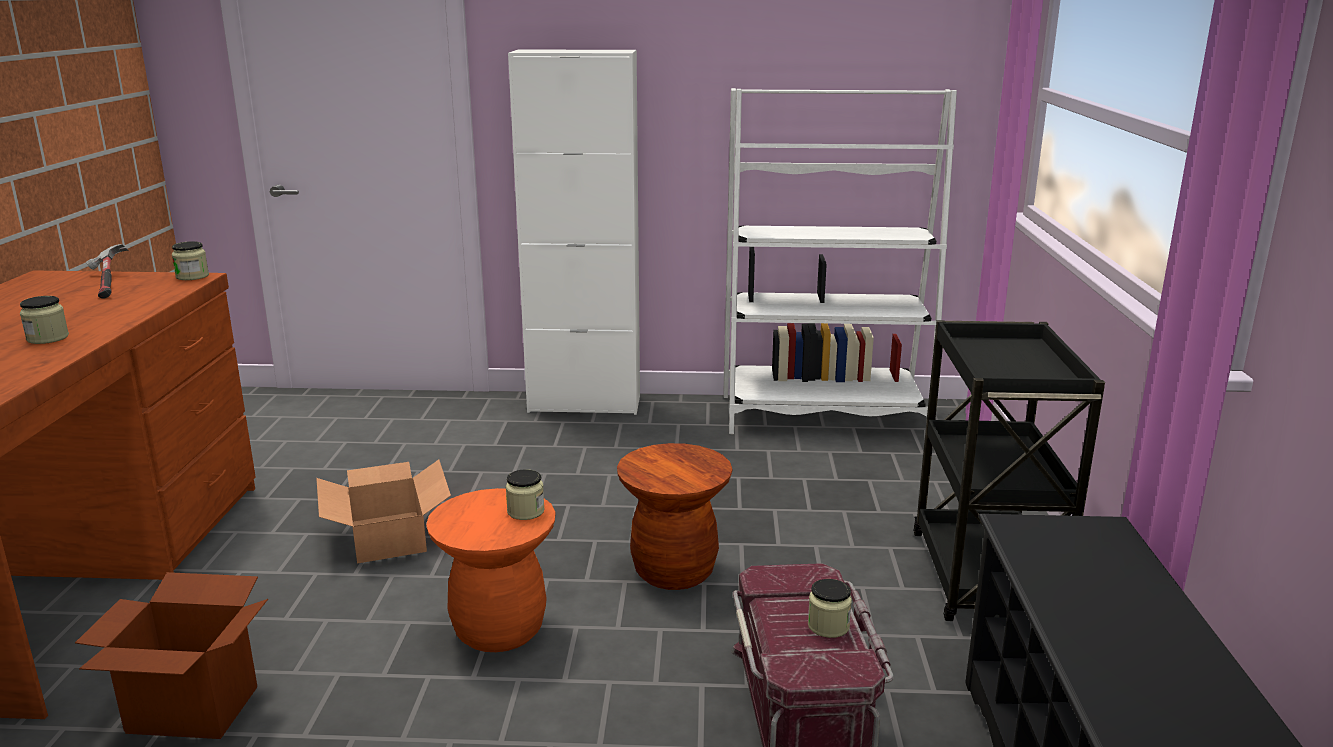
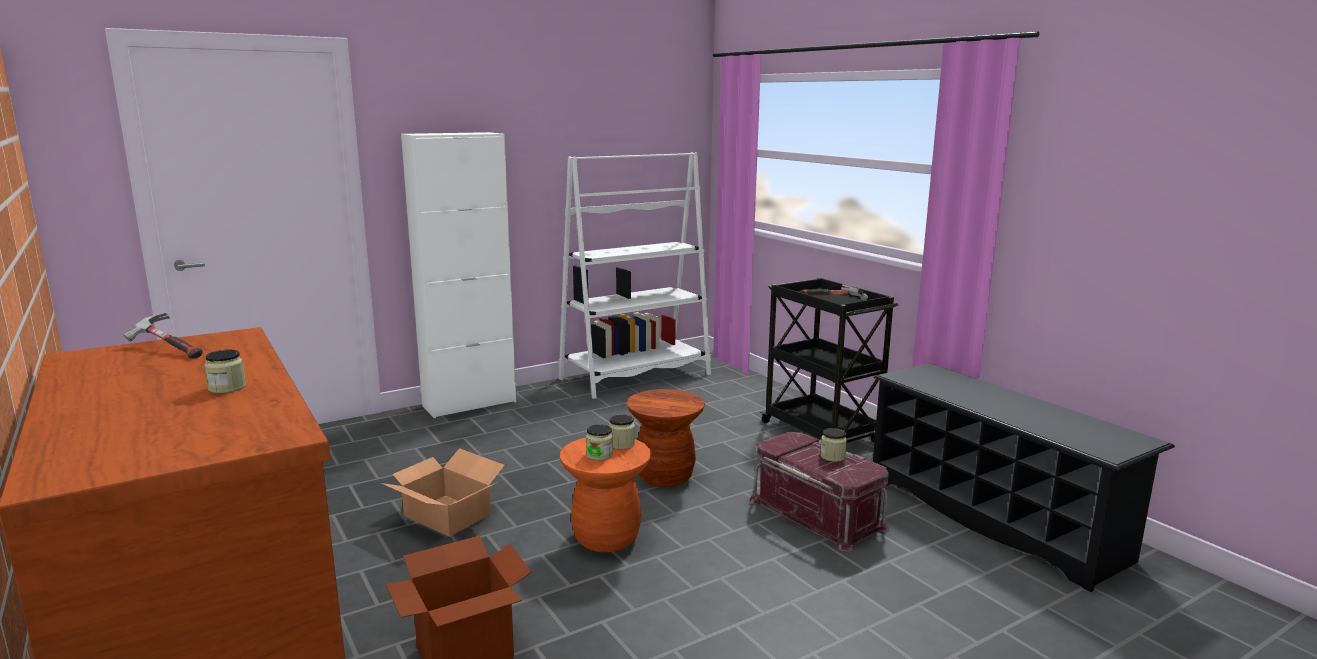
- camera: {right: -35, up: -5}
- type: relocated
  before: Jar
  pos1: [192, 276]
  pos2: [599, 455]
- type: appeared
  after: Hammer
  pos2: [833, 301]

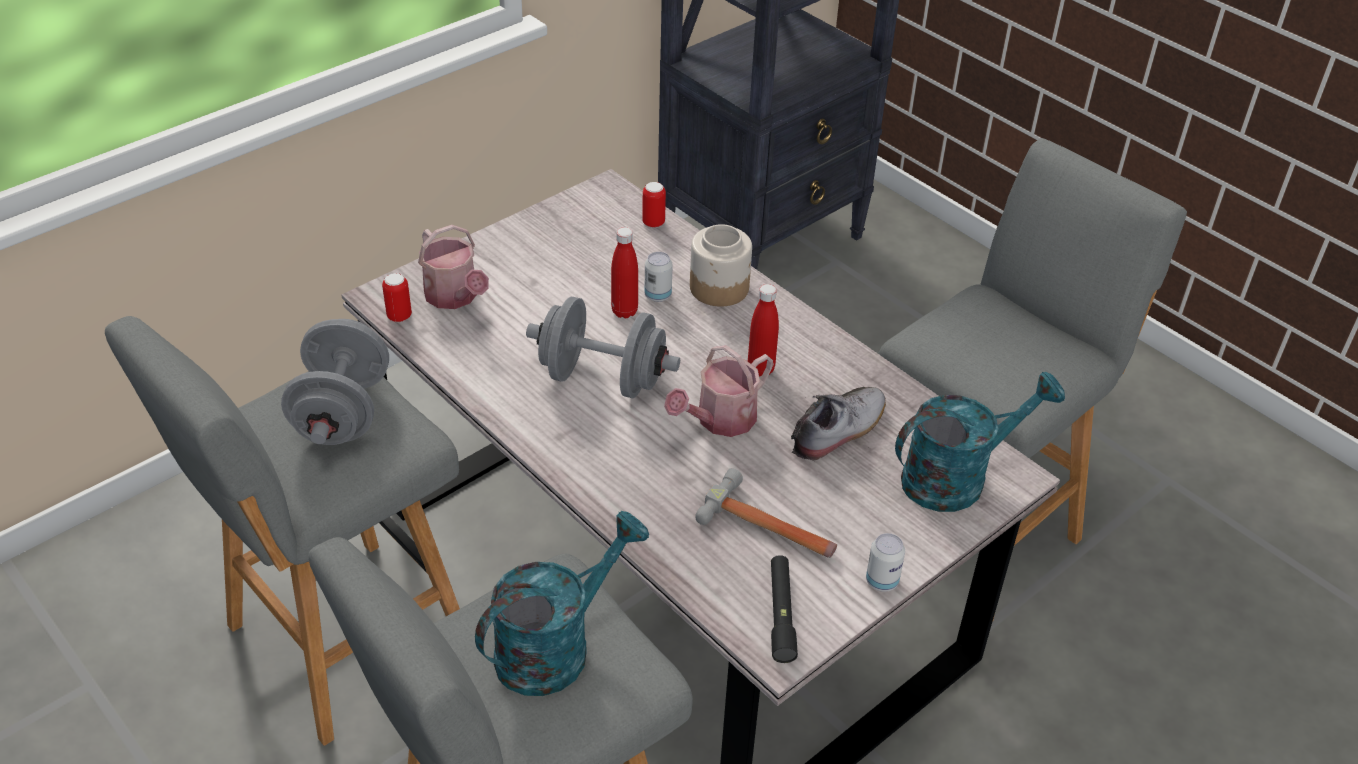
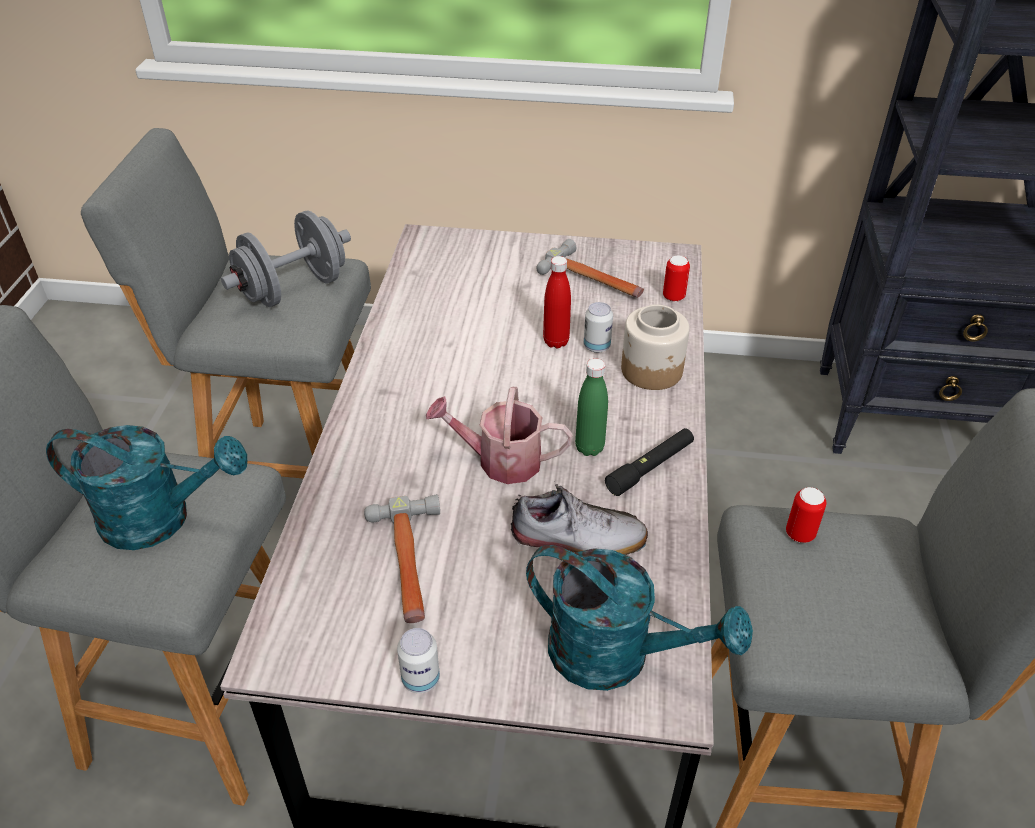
- camera: {right: 50, up: 0}
- type: relocated
  before: Can
  pos1: [399, 316]
  pos2: [800, 534]
- type: missing
  before: WateringCan
  pos1: [455, 297]
- type: missing
  before: GreyDumbbell
  pos1: [603, 378]
- type: colour
  before: RedBottle
  after: GreenBottle
  pos1: [760, 369]
  pos2: [589, 448]
- type: relocated
  before: BlackFlashlight
  pos1: [781, 614]
  pos2: [650, 467]
- type: appeared
  after: Hammer
  pos2: [593, 280]

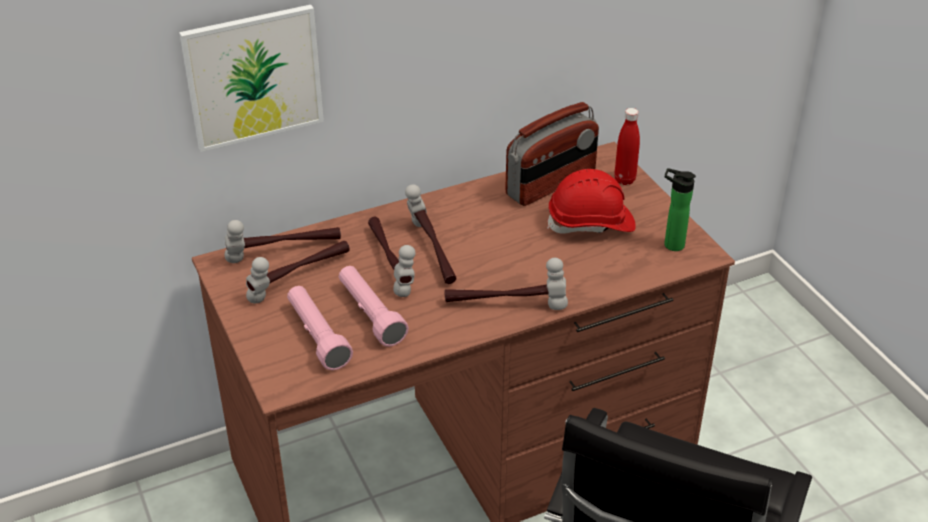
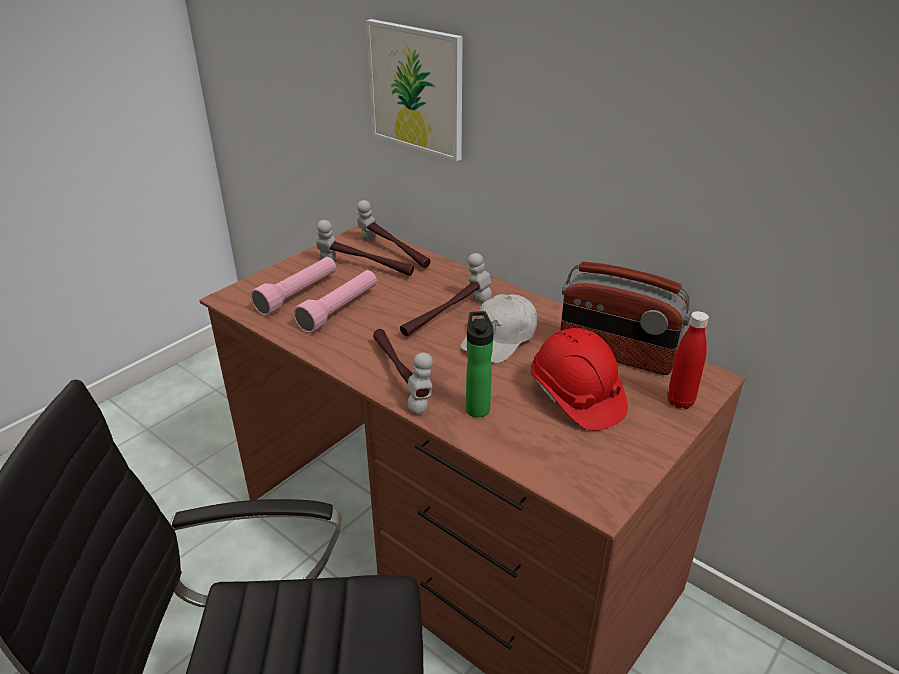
- camera: {right: 65, up: -5}
- type: missing
  before: Hammer
  pos1: [390, 262]
- type: relocated
  before: Bottle
  pos1: [671, 244]
  pos2: [477, 407]
- type: appeared
  after: WhiteCap
  pos2: [500, 339]

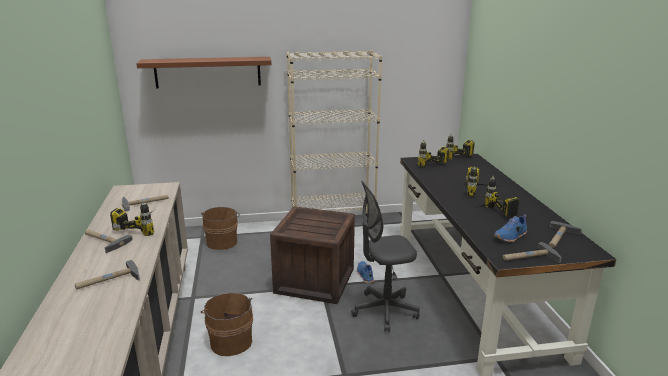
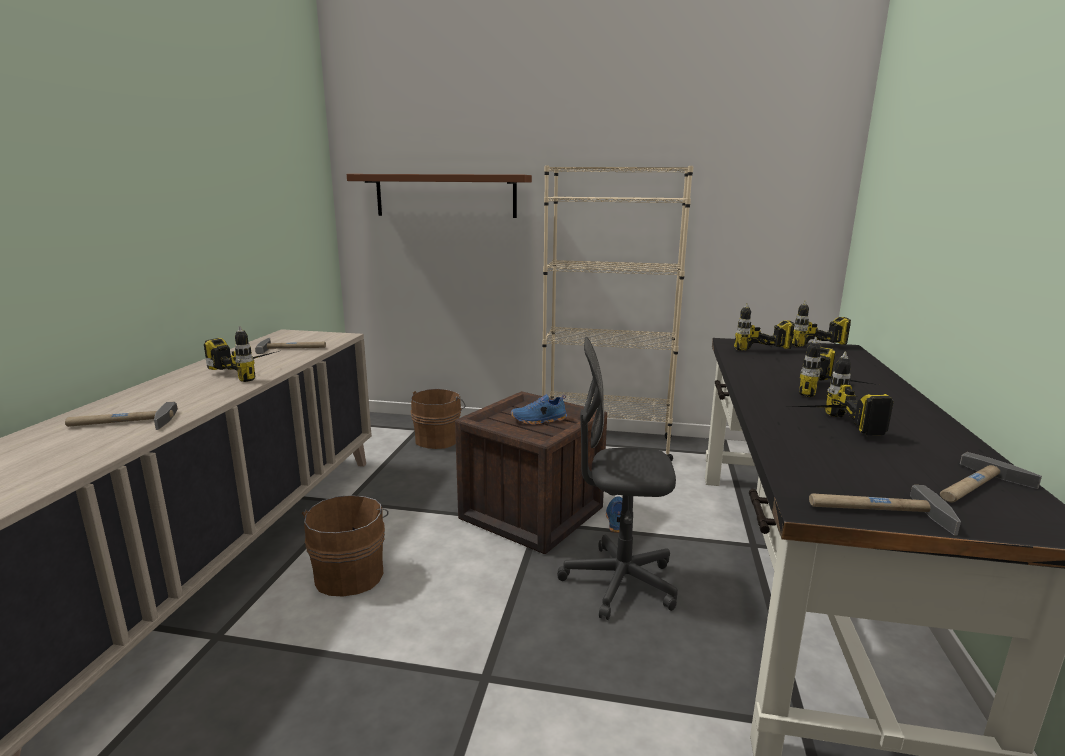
- camera: {right: 20, up: -5}
- type: missing
  before: Hammer
  pos1: [103, 241]
- type: relocated
  before: BlueShoe
  pos1: [511, 237]
  pos2: [539, 420]

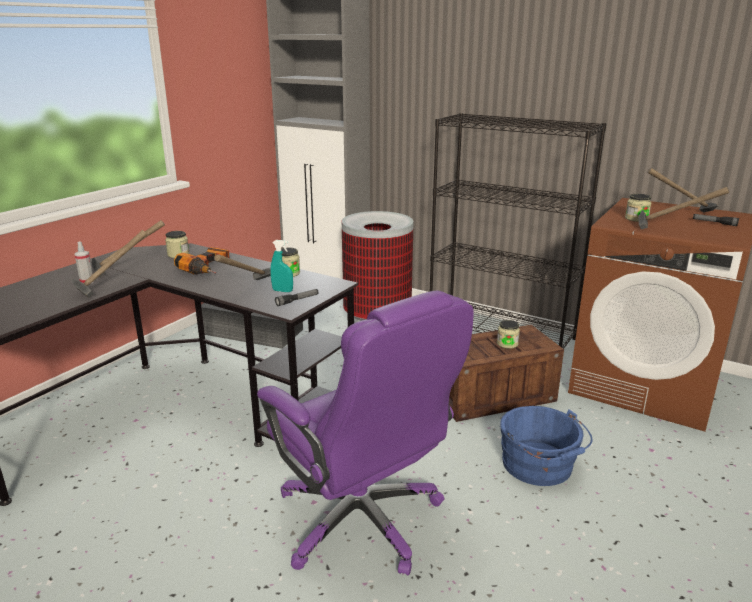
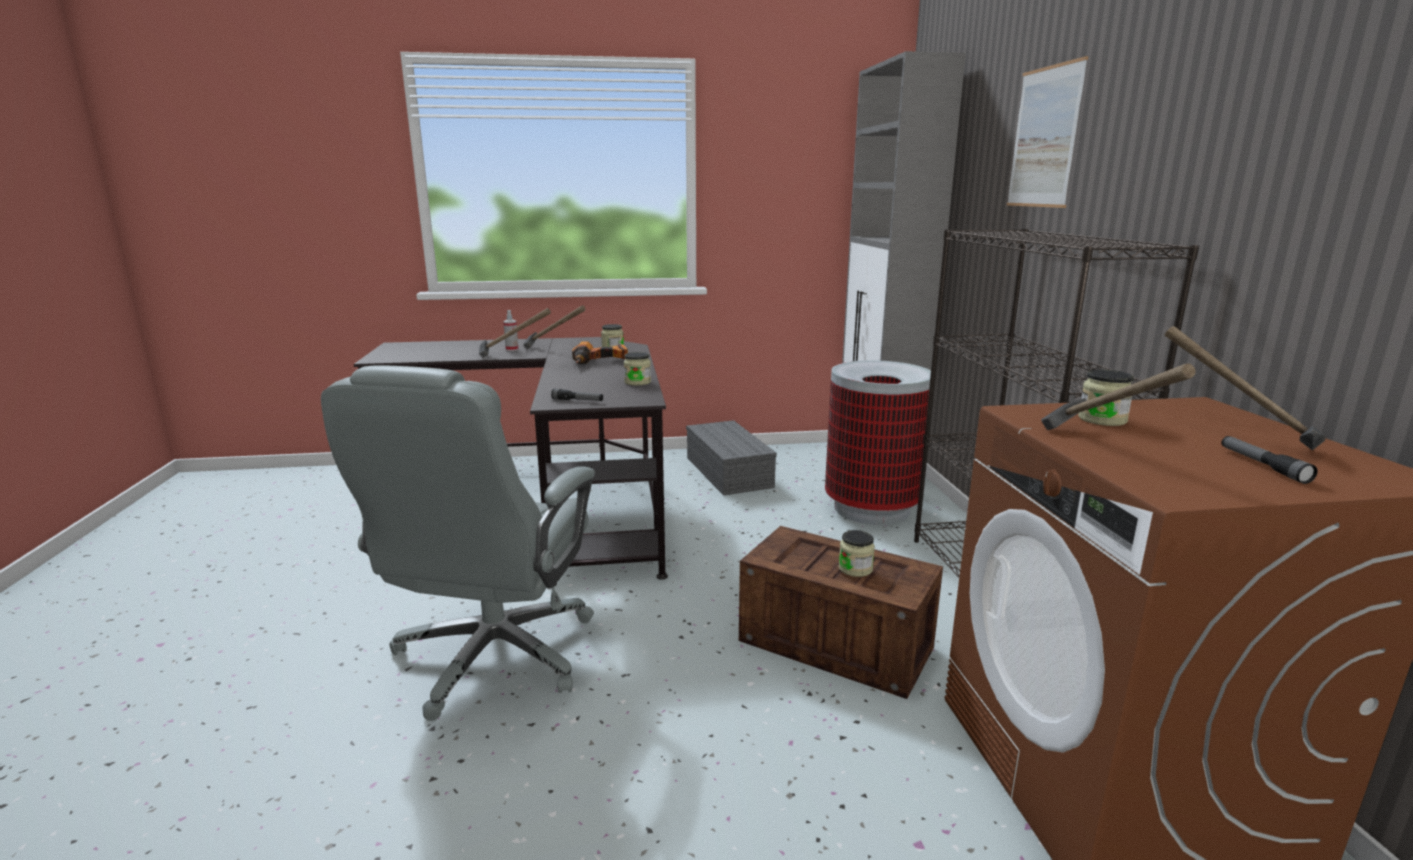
- camera: {right: 50, up: -5}
- type: missing
  before: Hammer
  pos1: [249, 291]
- type: colour
  before: PurpleOfficeChair
  after: GreyOfficeChair
  pos1: [362, 520]
  pos2: [493, 657]
- type: missing
  before: TurquoiseSprayBottle
  pos1: [282, 291]
- type: missing
  before: BlueBucket
  pos1: [540, 466]
- type: appeared
  after: Picture
  pos2: [1044, 137]

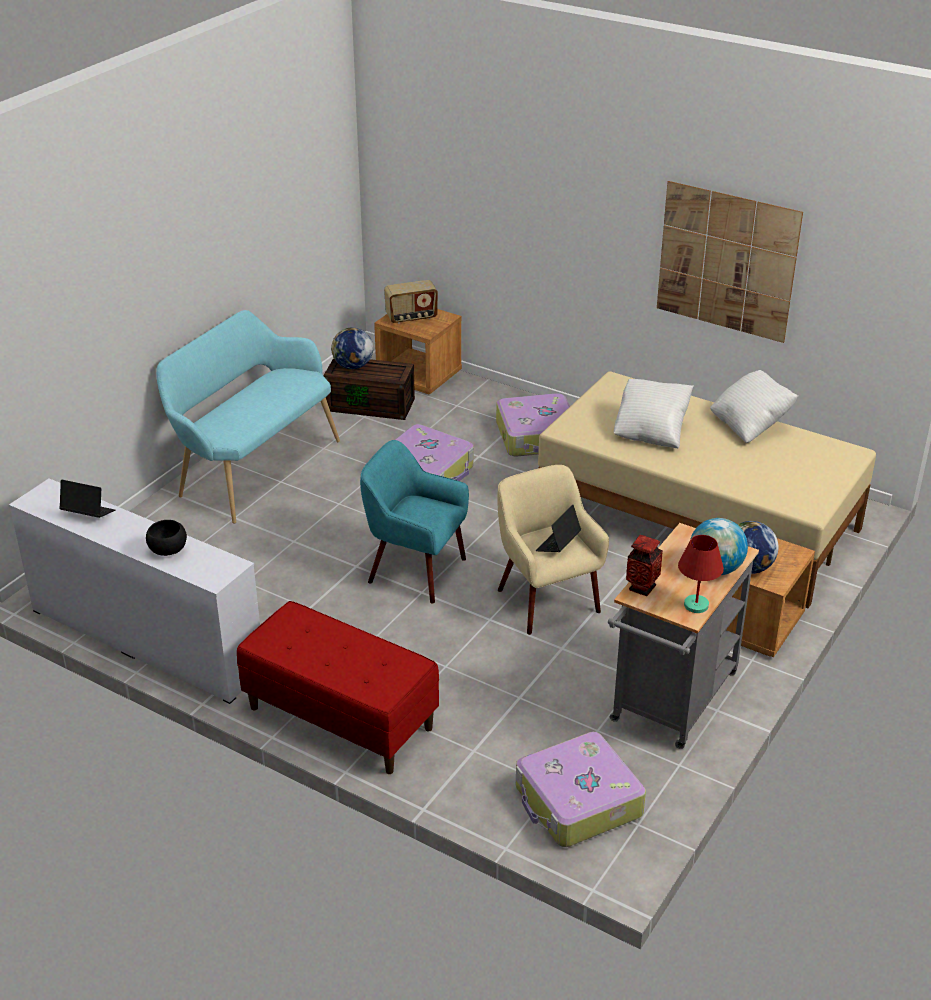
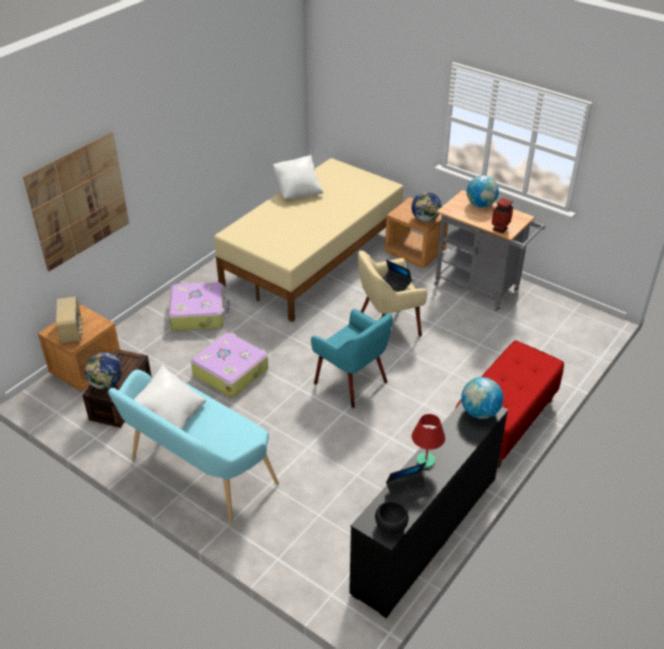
- camera: {right: -85, up: 5}
- type: colour
  before: WhiteDresser
  after: BlackDresser
  pos1: [146, 640]
  pos2: [425, 533]
- type: spun
  before: Laptop
  pos1: [88, 514]
  pos2: [408, 491]
  turn: -135
- type: relocated
  before: BlackBowl
  pos1: [168, 550]
  pos2: [390, 526]
- type: spun
  before: TurquoiseArmchair
  pos1: [415, 570]
  pos2: [352, 382]
  turn: -75
- type: missing
  before: Suitcase
  pos1: [577, 802]
- type: relocated
  before: WhitePillow
  pos1: [651, 433]
  pos2: [171, 416]
- type: relocated
  before: Picture
  pos1: [727, 261]
  pos2: [79, 201]
- type: relocated
  before: RedTableLamp
  pos1: [696, 605]
  pos2: [425, 461]
- type: appeared
  after: Globe
  pos2: [479, 412]

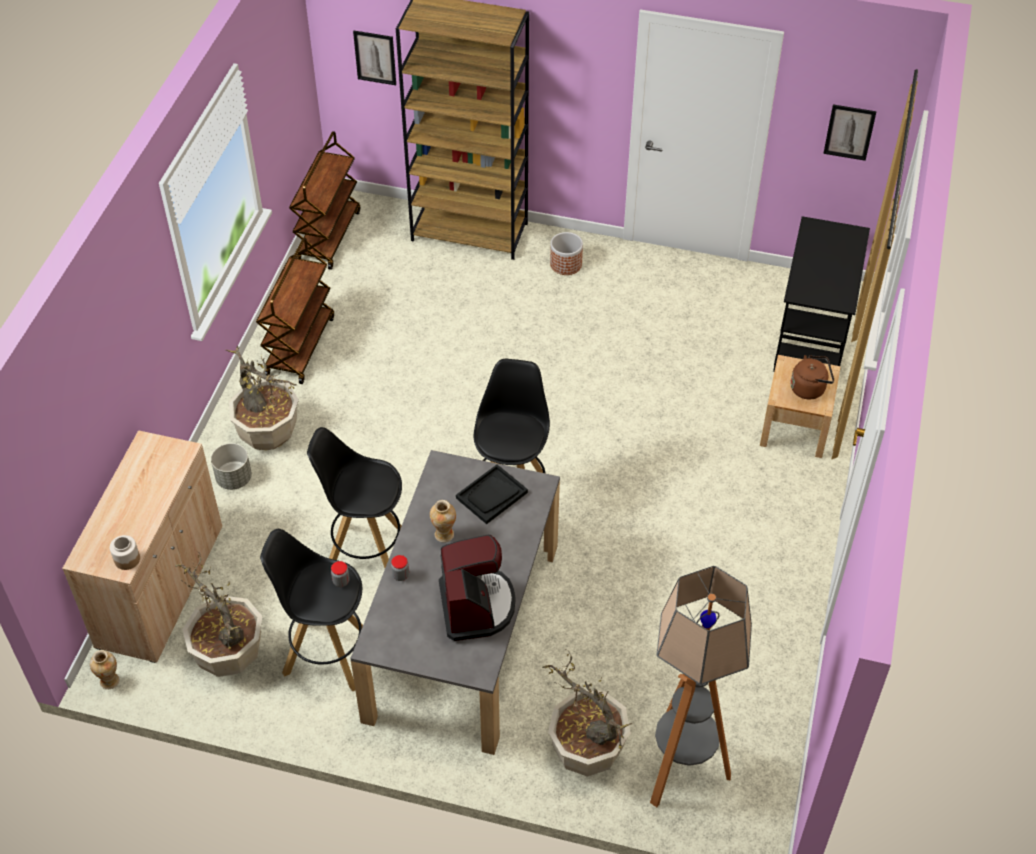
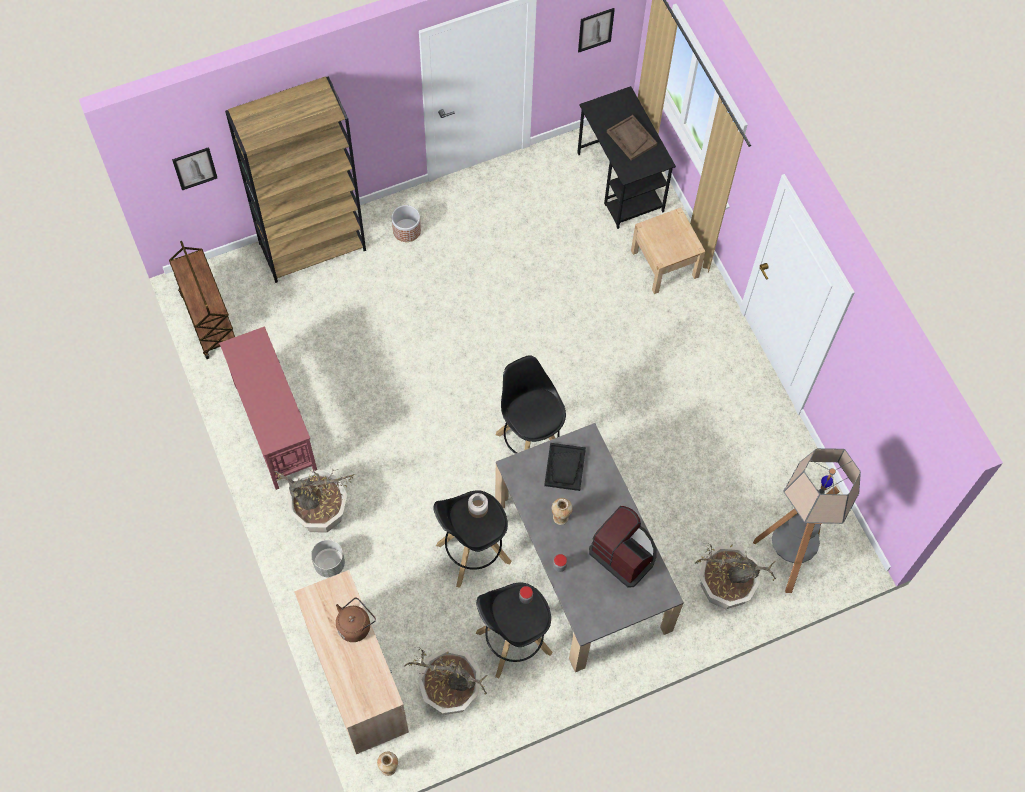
- camera: {right: -40, up: 15}
- type: relocated
  before: Jar
  pos1: [127, 559]
  pos2: [477, 508]
- type: exchanged
  before: BrownCart
  after: RedConsoleTable
  pos1: [299, 346]
  pos2: [275, 427]
- type: relocated
  before: BrownKettle
  pos1: [809, 388]
  pos2: [355, 625]
- type: appeared
  after: BrownTray
  pos2: [631, 138]

